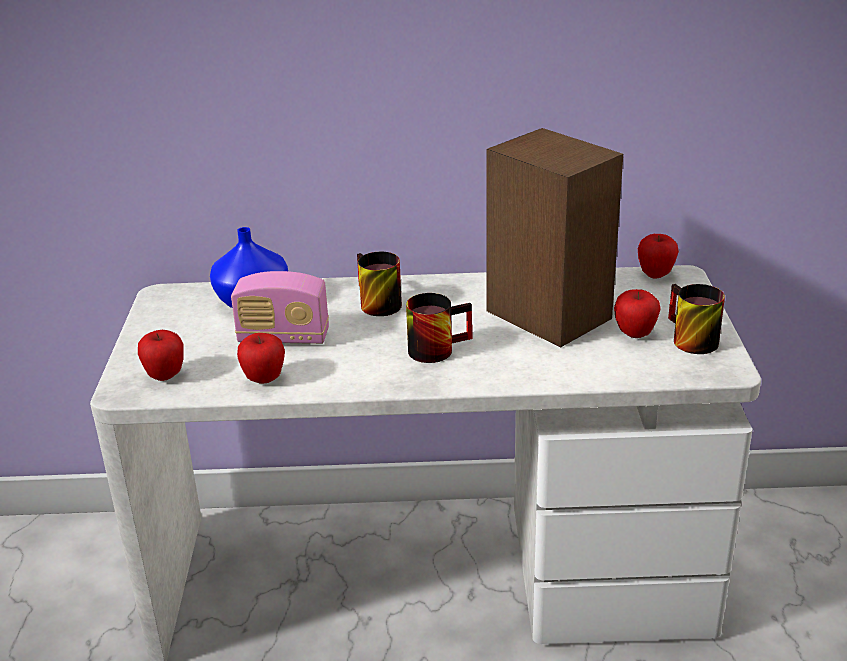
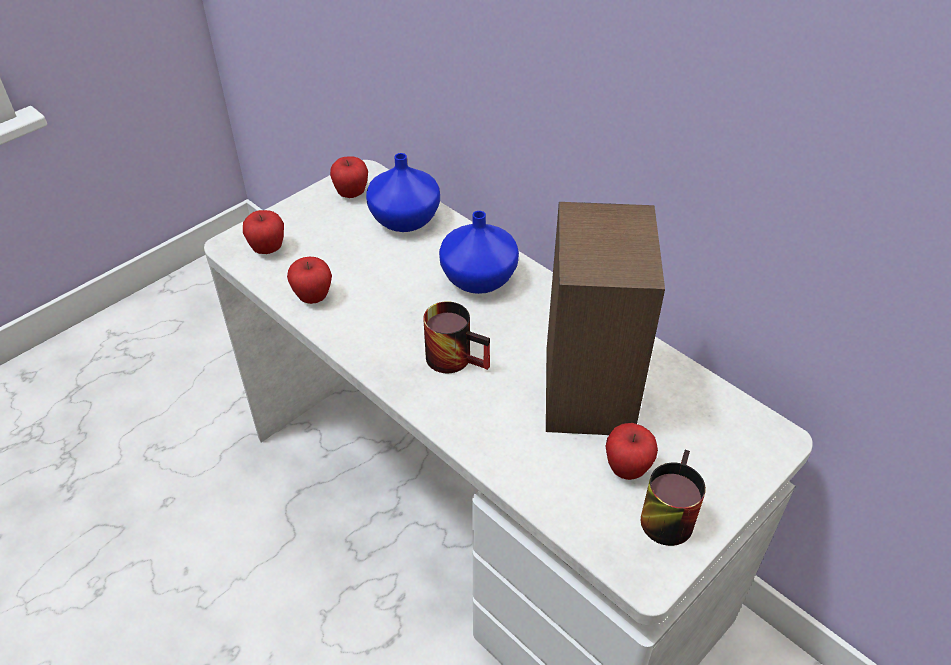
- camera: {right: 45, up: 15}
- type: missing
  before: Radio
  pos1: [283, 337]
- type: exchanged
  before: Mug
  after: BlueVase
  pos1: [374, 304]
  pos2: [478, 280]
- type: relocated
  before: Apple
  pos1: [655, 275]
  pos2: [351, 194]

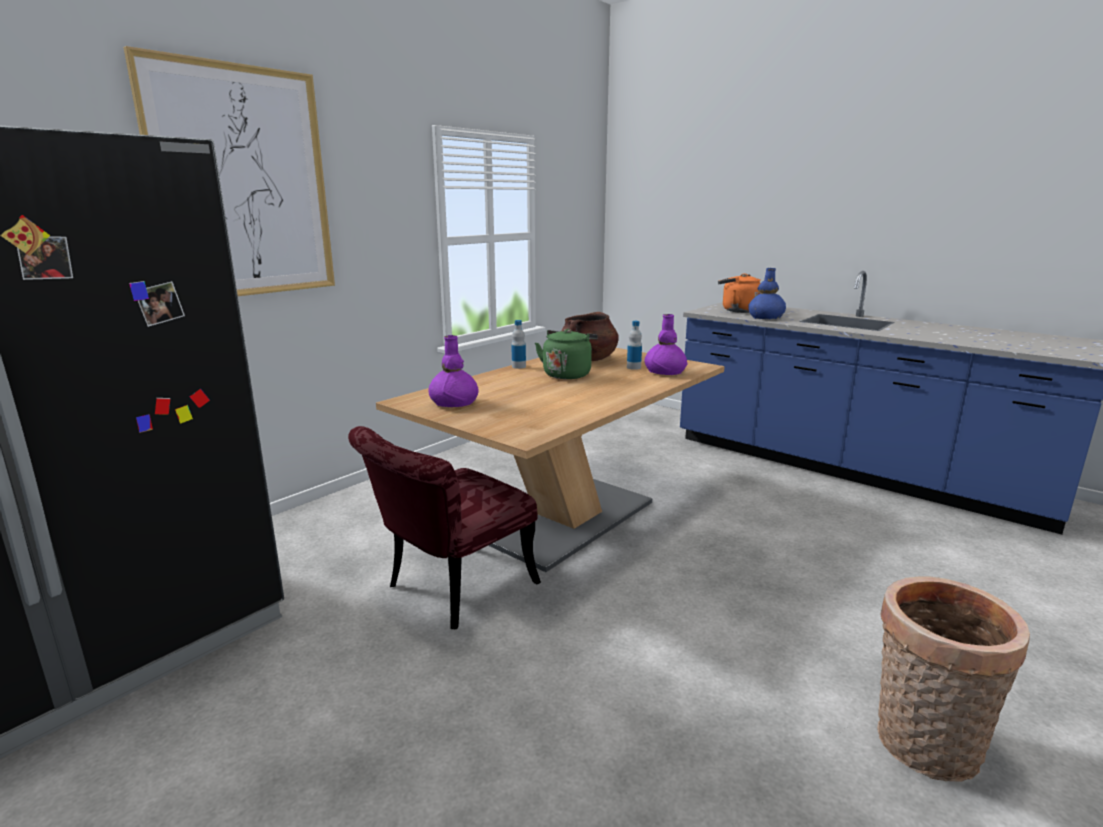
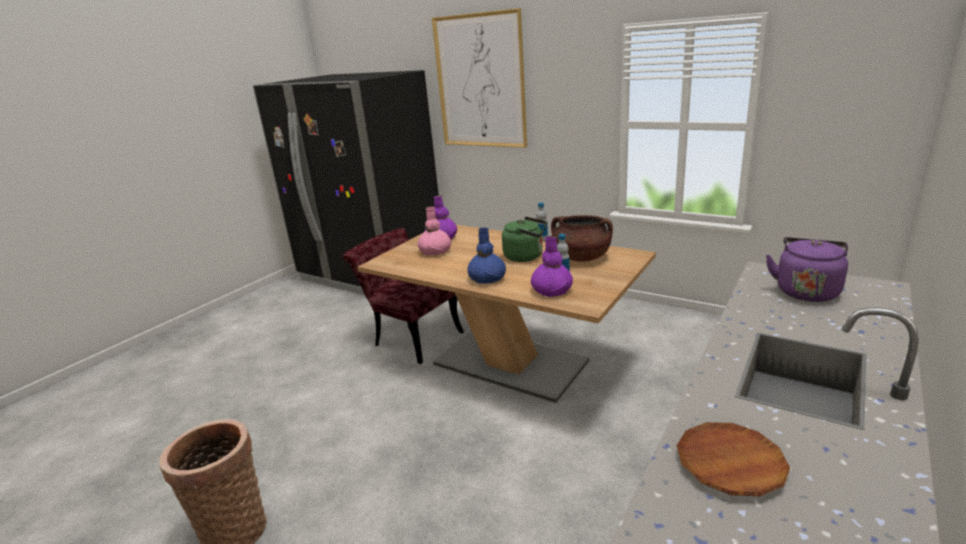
- camera: {right: 85, up: 5}
- type: colour
  before: OrangeKettle
  after: PurpleKettle
  pos1: [738, 310]
  pos2: [806, 291]
- type: relocated
  before: BlueVase
  pos1: [765, 318]
  pos2: [487, 279]
- type: appeared
  after: PinkVase
  pos2: [435, 251]
- type: appeared
  after: BrownPlate
  pos2: [730, 463]

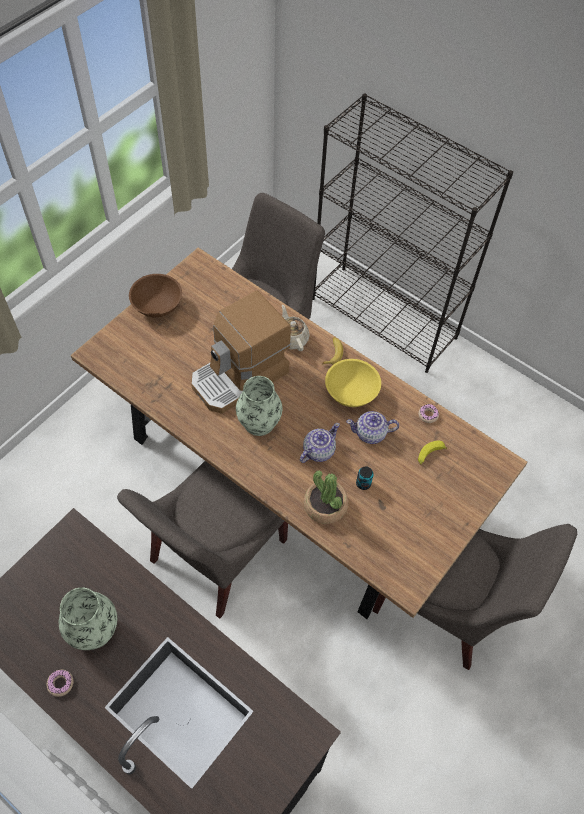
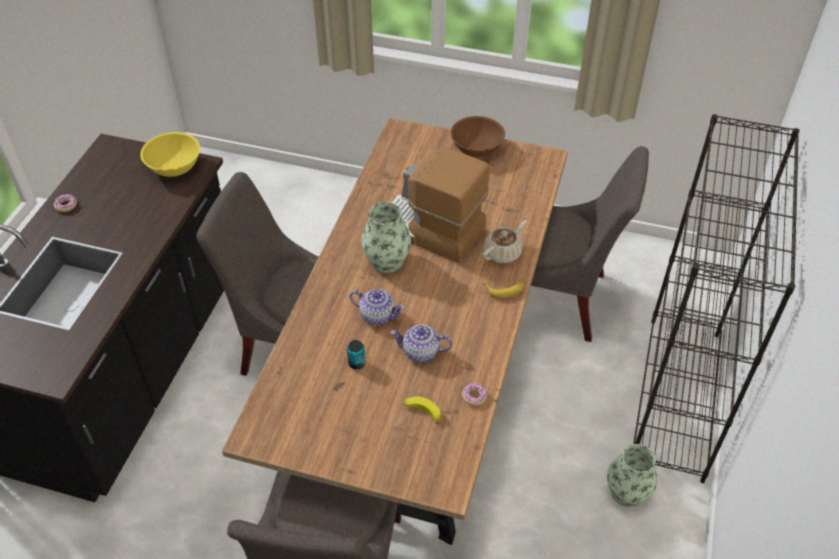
- camera: {right: 70, up: -10}
- type: relocated
  before: Vase
  pos1: [93, 630]
  pos2: [627, 492]
- type: missing
  before: PottedPlant
  pos1: [325, 505]
- type: relocated
  before: YellowBowl
  pos1: [351, 392]
  pos2: [175, 167]
- type: spun
  before: Teapot
  pos1: [371, 434]
  pos2: [421, 352]
  turn: -60

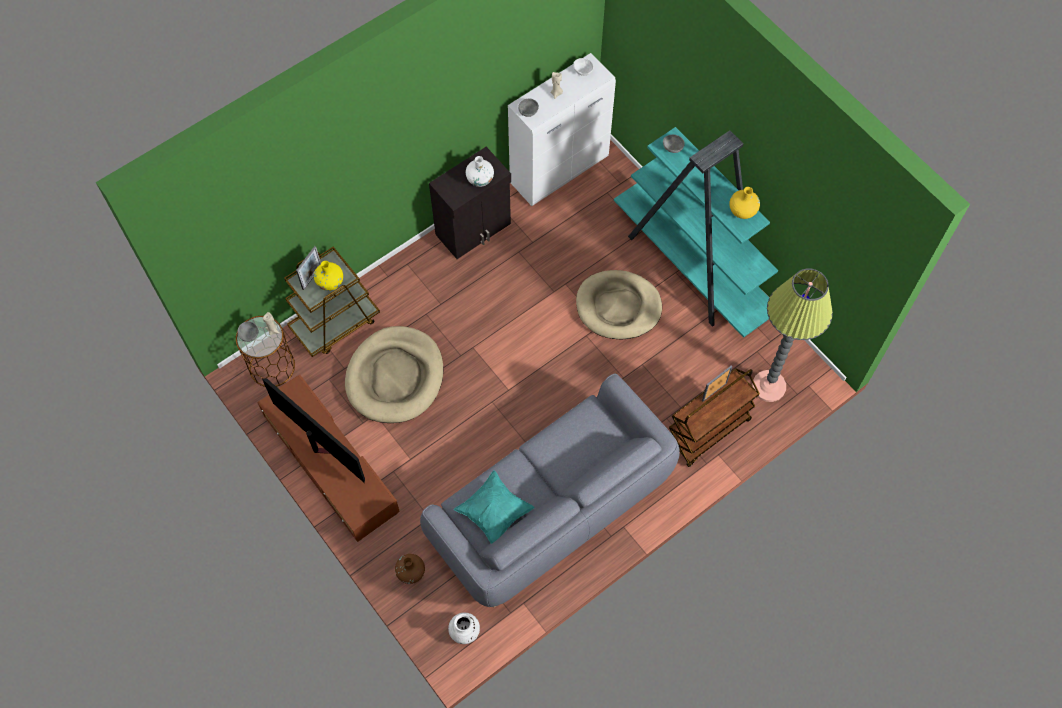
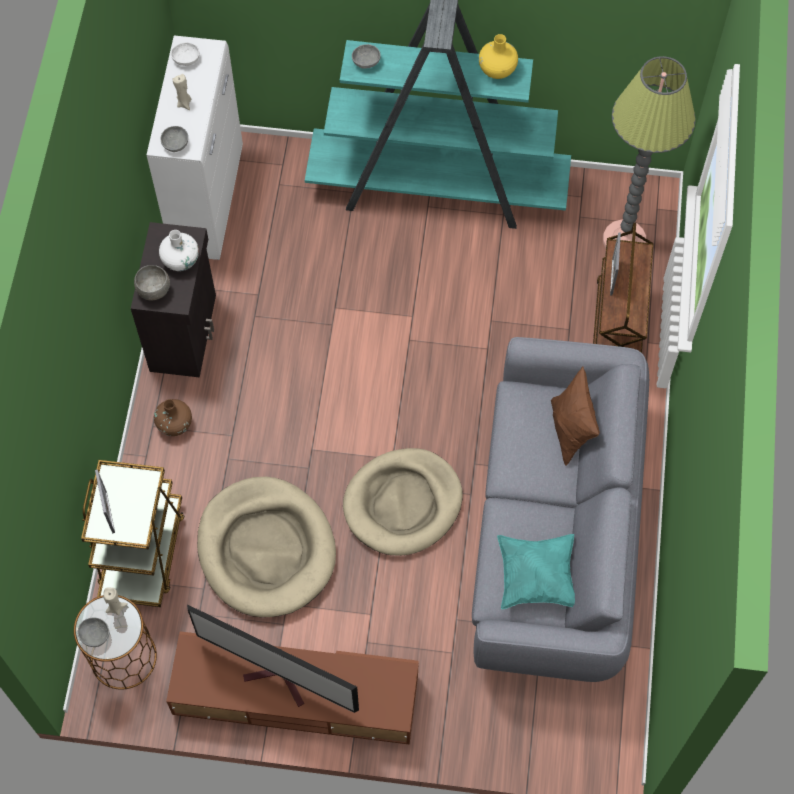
- camera: {right: -45, up: 0}
- type: spun
  before: Television
  pos1: [319, 444]
  pos2: [280, 680]
  turn: -150
- type: missing
  before: YellowVase
  pos1: [330, 282]
- type: relocated
  before: BrownVase
  pos1: [411, 572]
  pos2: [175, 424]
- type: missing
  before: WhiteVase
  pos1: [464, 631]
- type: relocated
  before: BeigeDogBed
  pos1: [618, 307]
  pos2: [403, 504]
- type: appeared
  after: GreyBowl
  pos2: [154, 290]
- type: appeared
  after: BrownPillow
  pos2: [570, 431]

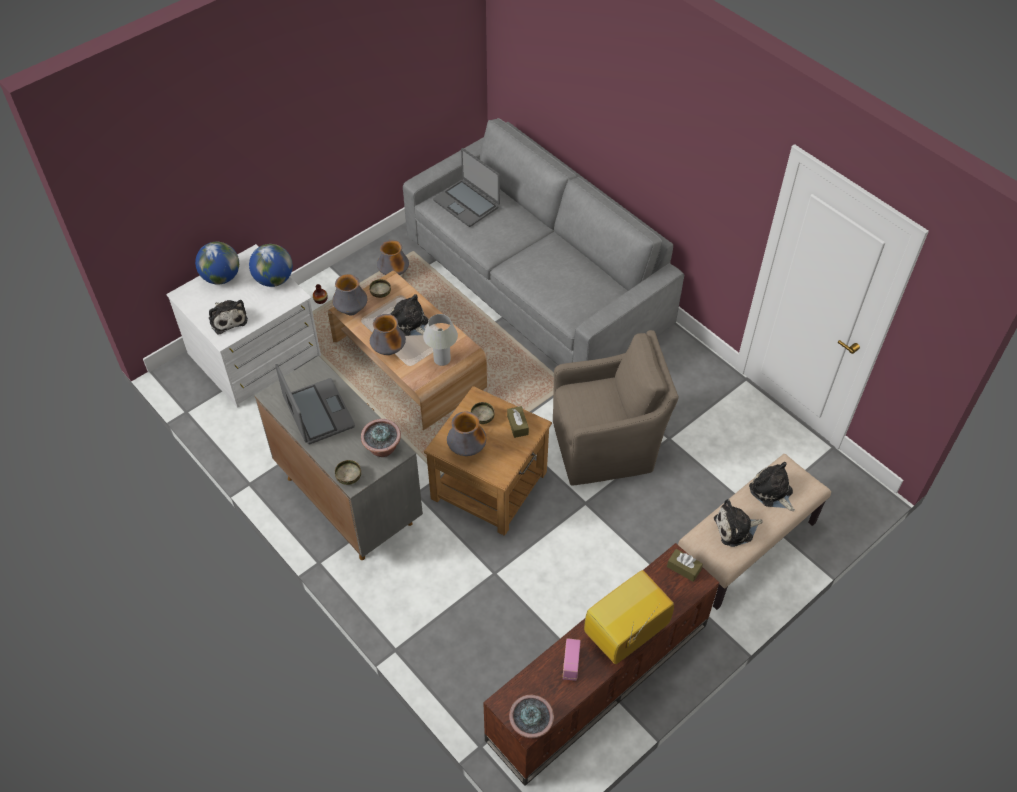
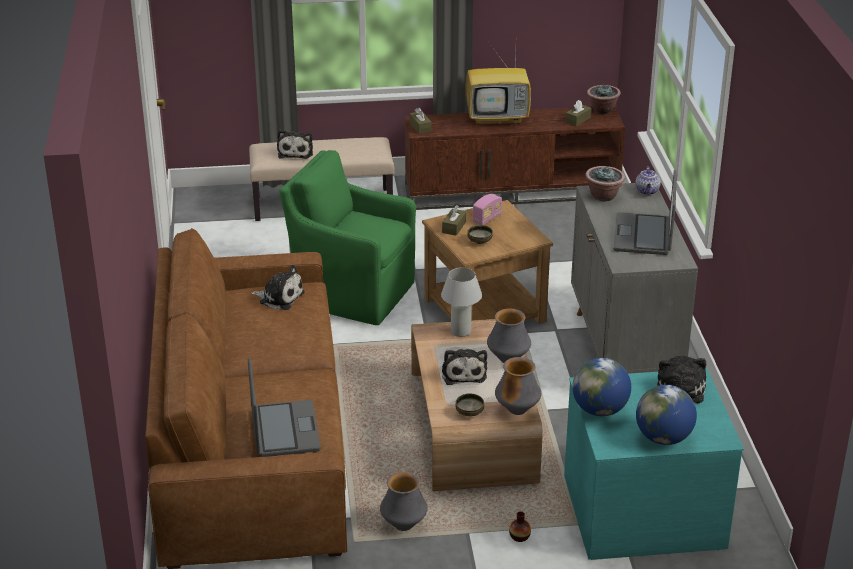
- camera: {right: -145, up: -20}
- type: colour
  before: WhiteDresser
  after: TurquoiseDresser
  pos1: [255, 356]
  pos2: [643, 509]
- type: exchanged
  before: Bowl
  after: Teapot
  pos1: [348, 477]
  pos2: [647, 191]
- type: colour
  before: GreySofa
  after: BrownSofa
  pos1: [536, 282]
  pos2: [251, 441]
- type: missing
  before: Vase
  pos1: [467, 449]
- type: colour
  before: BrownArmchair
  after: GreenArmchair
  pos1: [606, 446]
  pos2: [352, 293]
- type: relocated
  before: Radio
  pos1: [570, 664]
  pos2: [487, 219]
- type: relocated
  before: PlushToy
  pos1: [736, 528]
  pos2: [279, 297]
- type: appeared
  after: BrownTissueBox
  pos2: [578, 120]

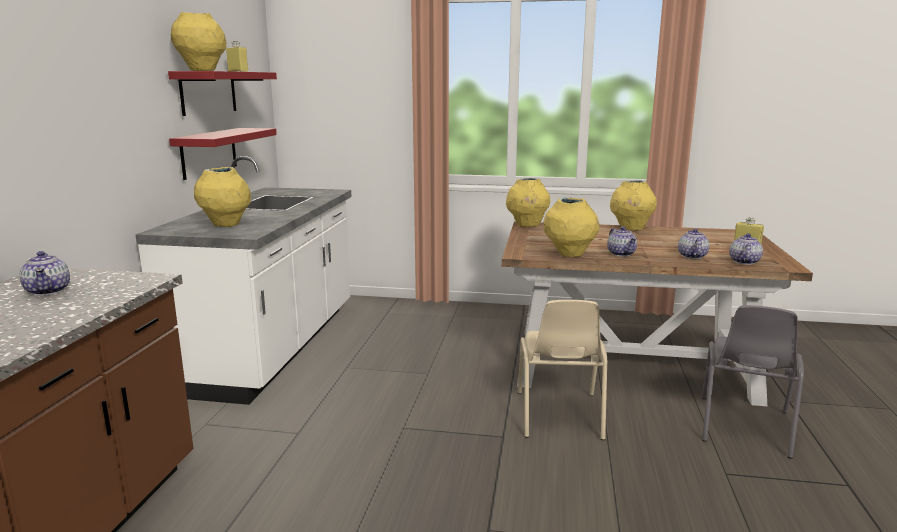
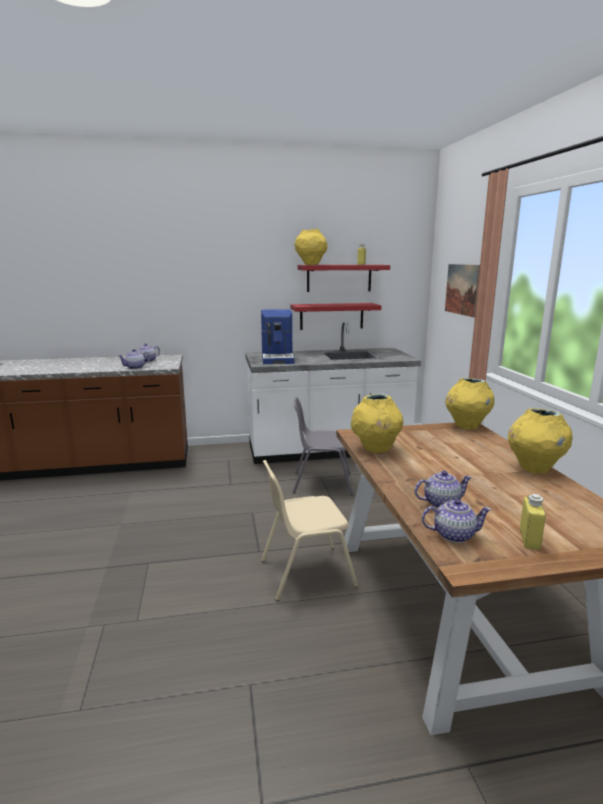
- camera: {right: 70, up: 0}
- type: exchanged
  before: YellowVase
  after: CoffeeMachine
  pos1: [226, 225]
  pos2: [278, 358]
- type: relocated
  before: Teapot
  pos1: [621, 253]
  pos2: [135, 367]
- type: relocated
  before: GreyChair
  pos1: [744, 427]
  pos2: [321, 483]
- type: appeared
  after: Picture
  pos2: [461, 289]

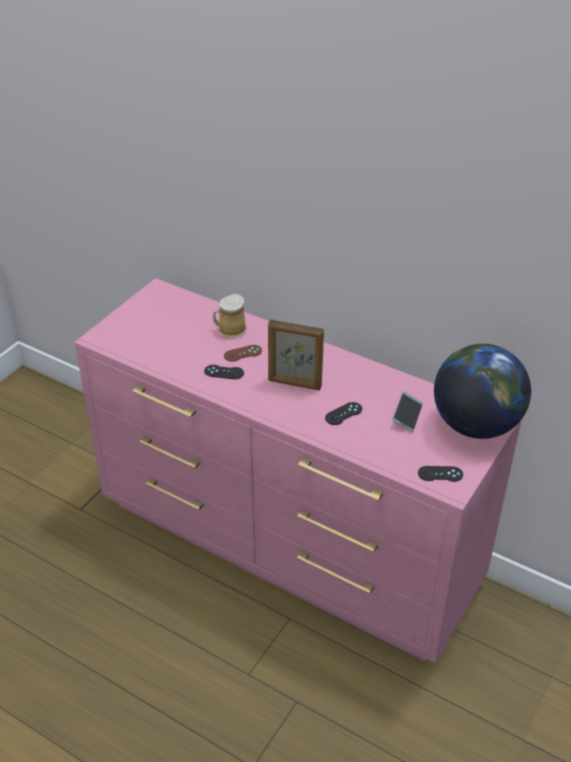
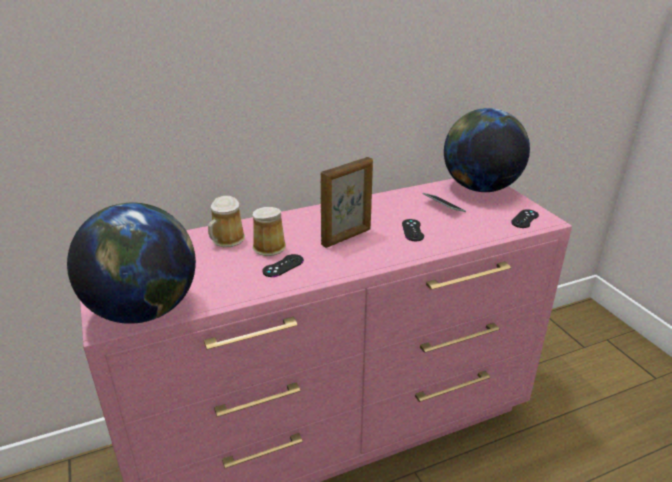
- camera: {right: -55, up: -10}
- type: exchanged
  before: BrownGameController
  after: Mug
  pos1: [243, 353]
  pos2: [270, 246]
- type: appeared
  after: Globe
  pos2: [144, 310]

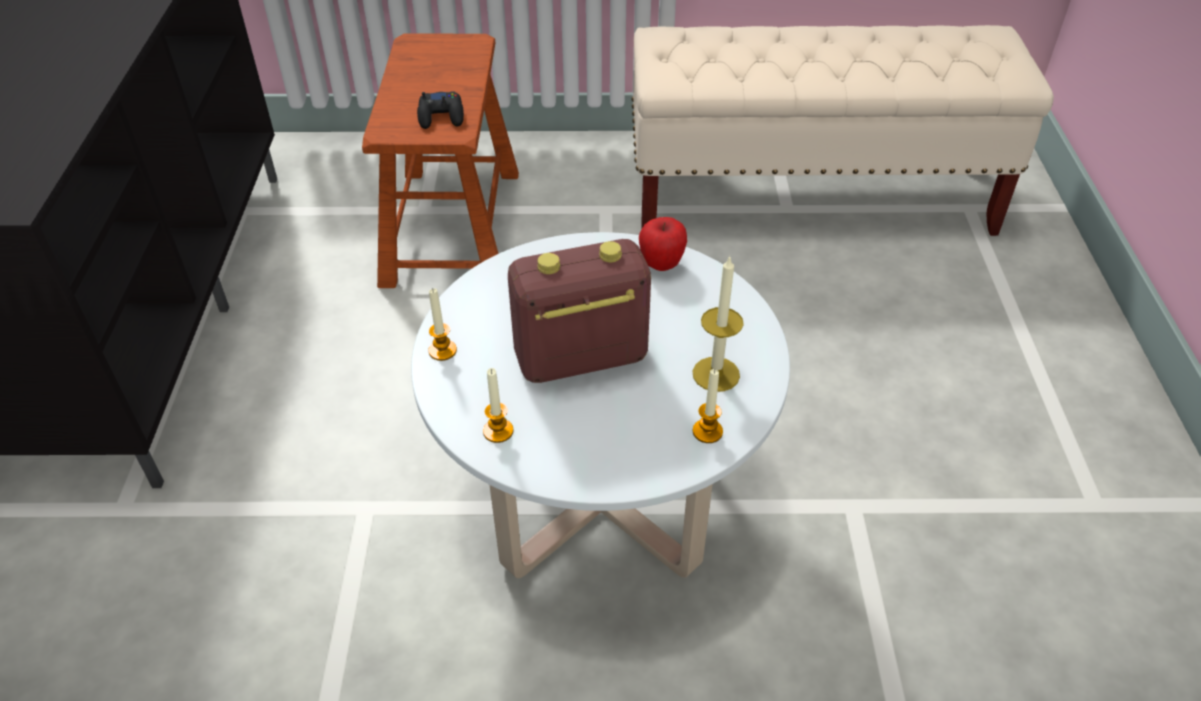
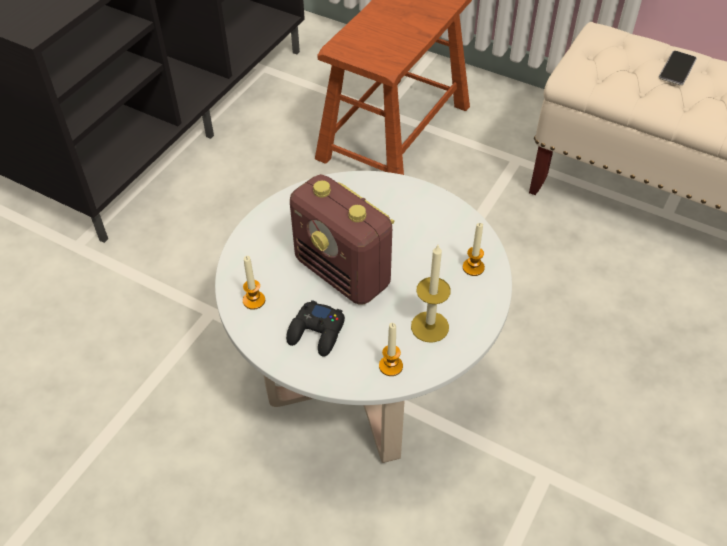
- camera: {right: 30, up: 5}
- type: relocated
  before: BlackGameController
  pos1: [441, 116]
  pos2: [317, 333]
- type: relocated
  before: Candle
  pos1: [442, 350]
  pos2: [473, 267]
- type: spun
  before: Radio
  pos1: [579, 359]
  pos2: [343, 273]
  turn: -150
- type: missing
  before: Apple
  pos1: [661, 264]
- type: appeared
  after: Phone
  pos2: [677, 69]

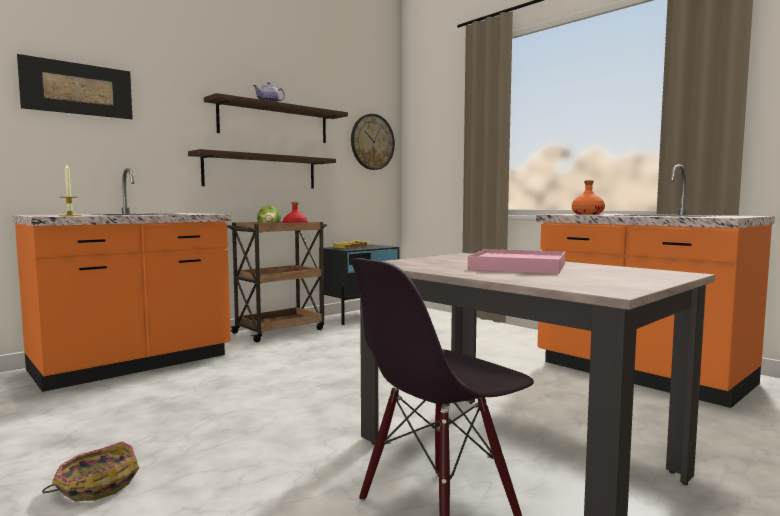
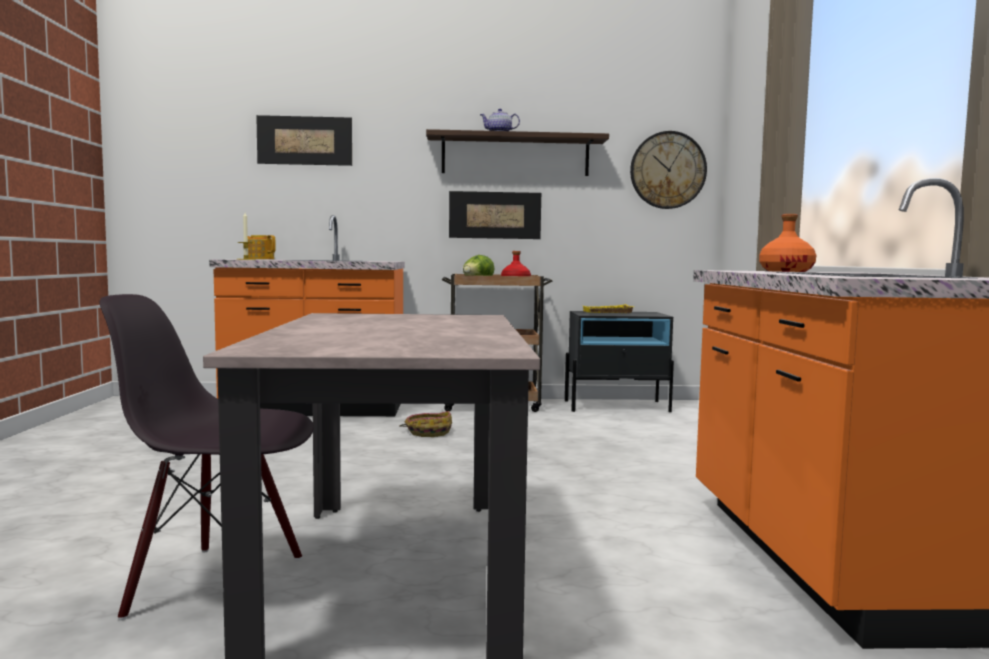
- camera: {right: 40, up: 0}
- type: relocated
  before: Basket
  pos1: [96, 485]
  pos2: [428, 432]
- type: exchanged
  before: Shelf
  after: Picture
  pos1: [261, 171]
  pos2: [495, 215]
- type: missing
  before: PinkTray
  pos1: [518, 266]
- type: appeared
  after: Teapot
  pos2: [260, 259]

